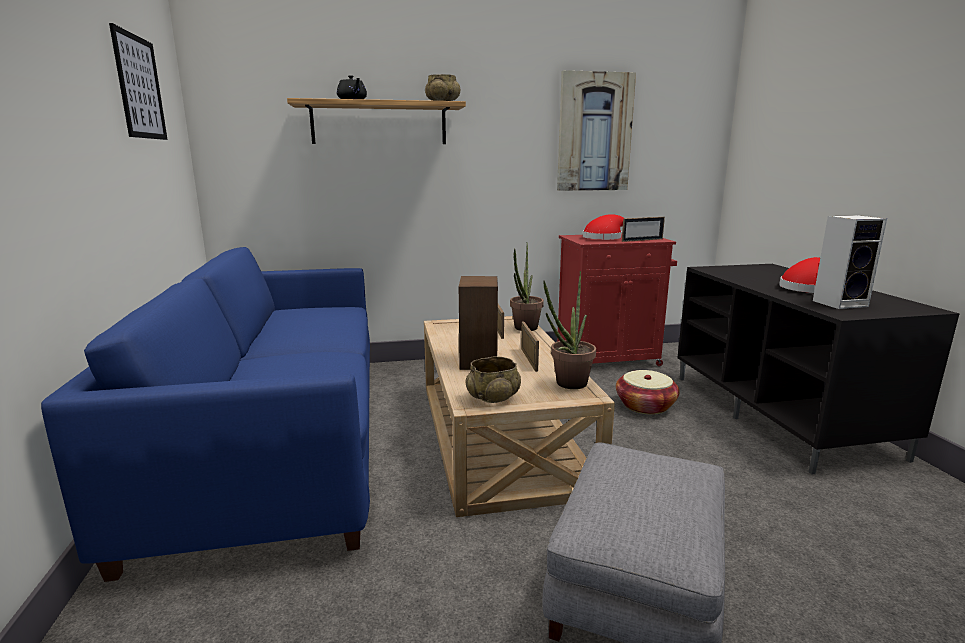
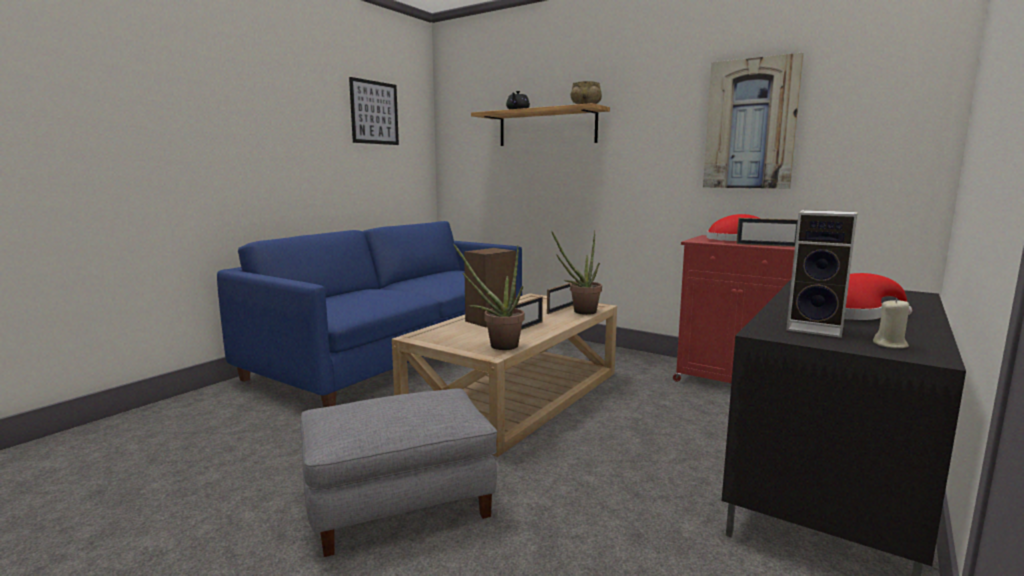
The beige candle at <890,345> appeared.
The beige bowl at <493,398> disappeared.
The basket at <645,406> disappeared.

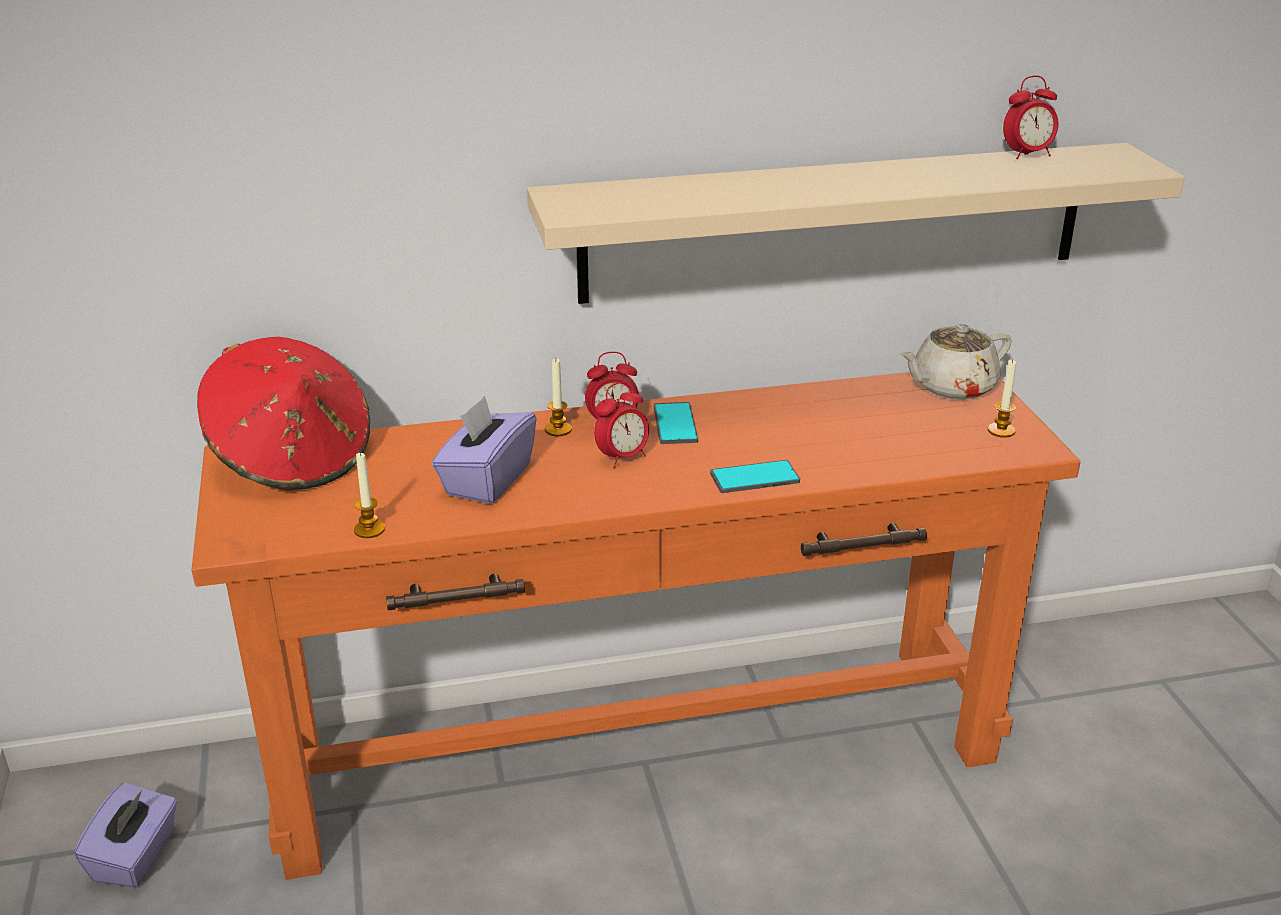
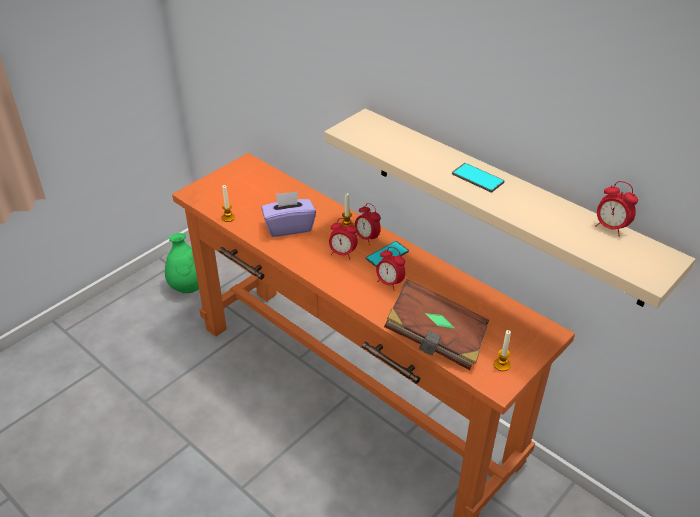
The purple tissue box at <135,857> was replaced by the green vase at <188,287>.
The alarm clock at <389,283> appeared.
The brown book at <435,339> appeared.
The phone moved from <754,478> to <477,178>.
The red hat at <292,458> disappeared.
The beige teapot at <952,387> disappeared.

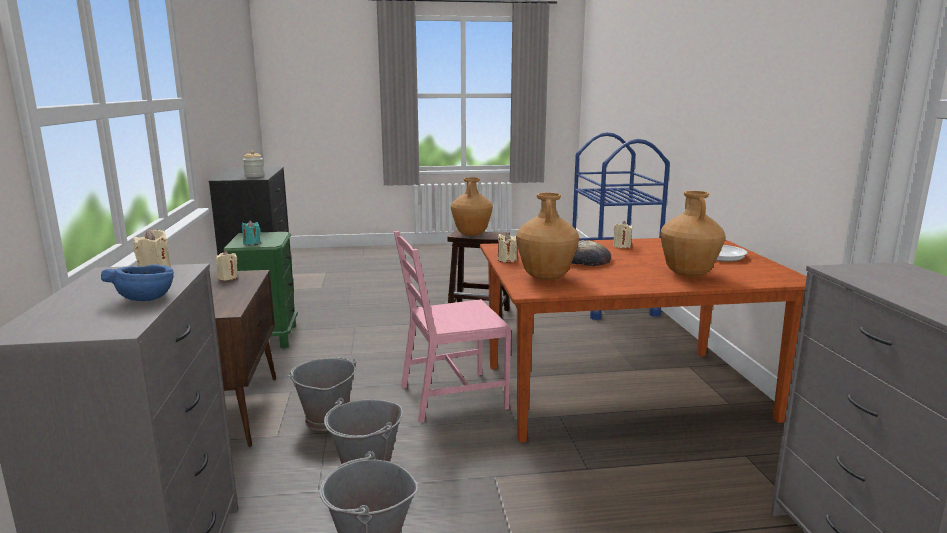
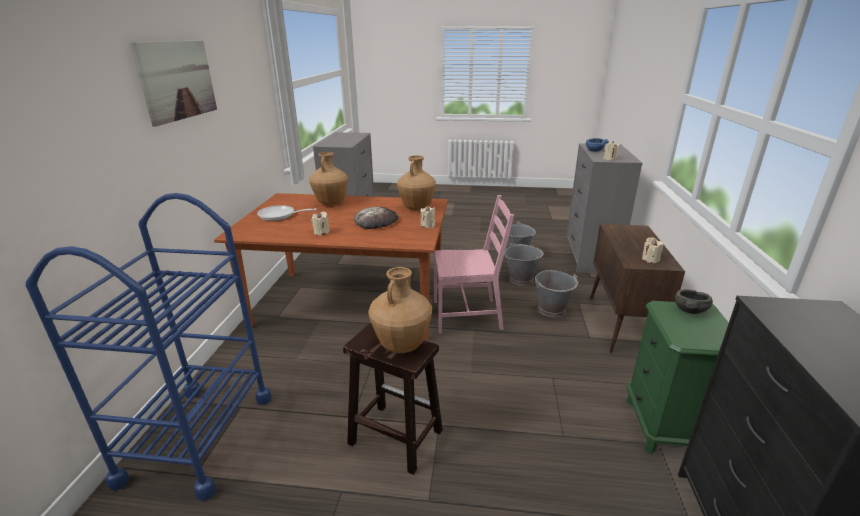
The picture at <177,80> appeared.
The turquoise candle at <252,243> was replaced by the grey bowl at <689,310>.
The jar at <254,176> disappeared.

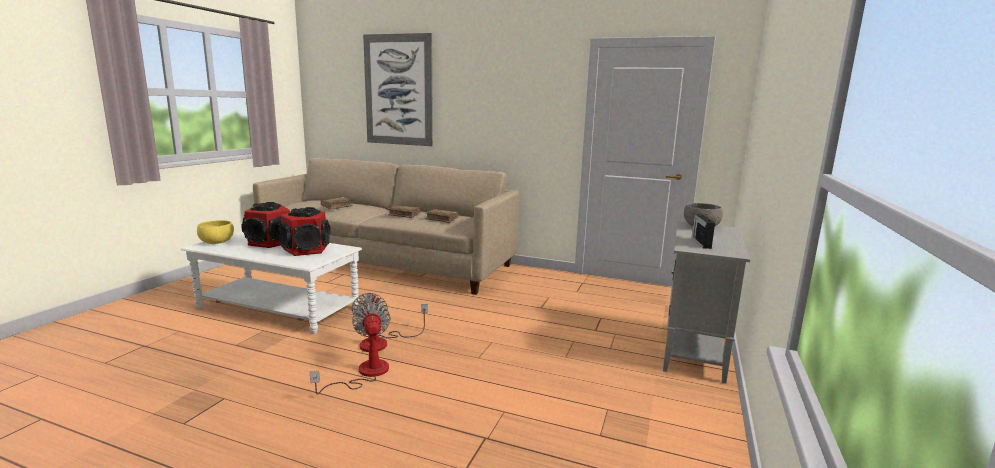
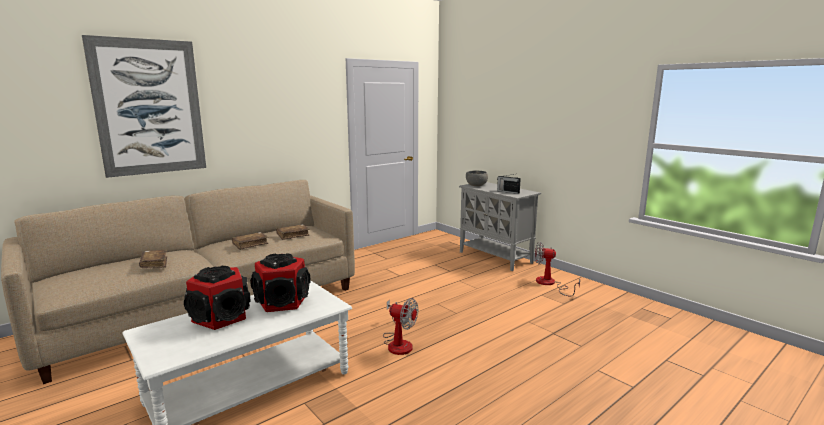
The fan moved from <364,374> to <550,284>.
The yellow bowl at <216,242> disappeared.

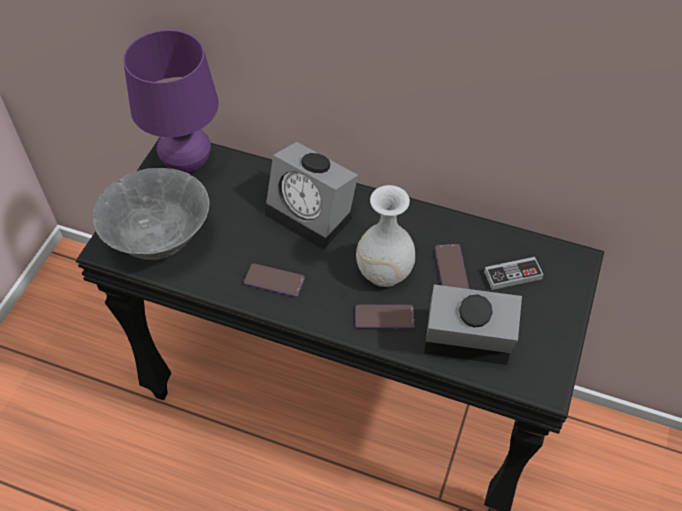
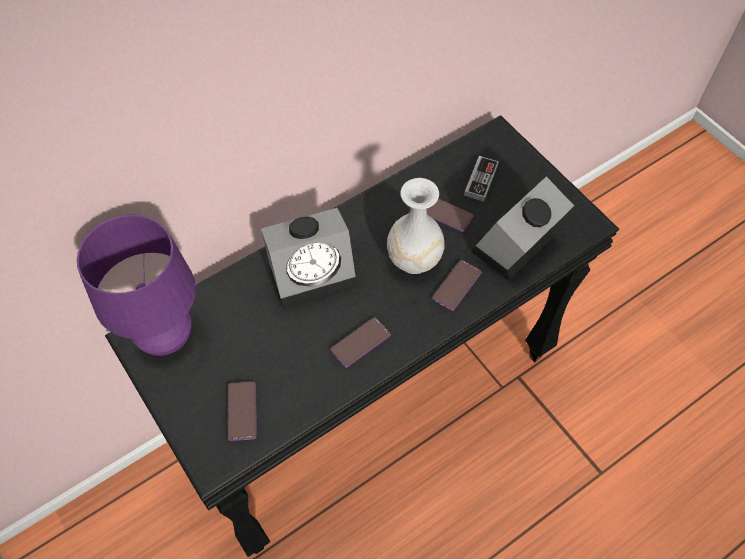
The grey bowl at <159,241> was replaced by the phone at <242,411>.

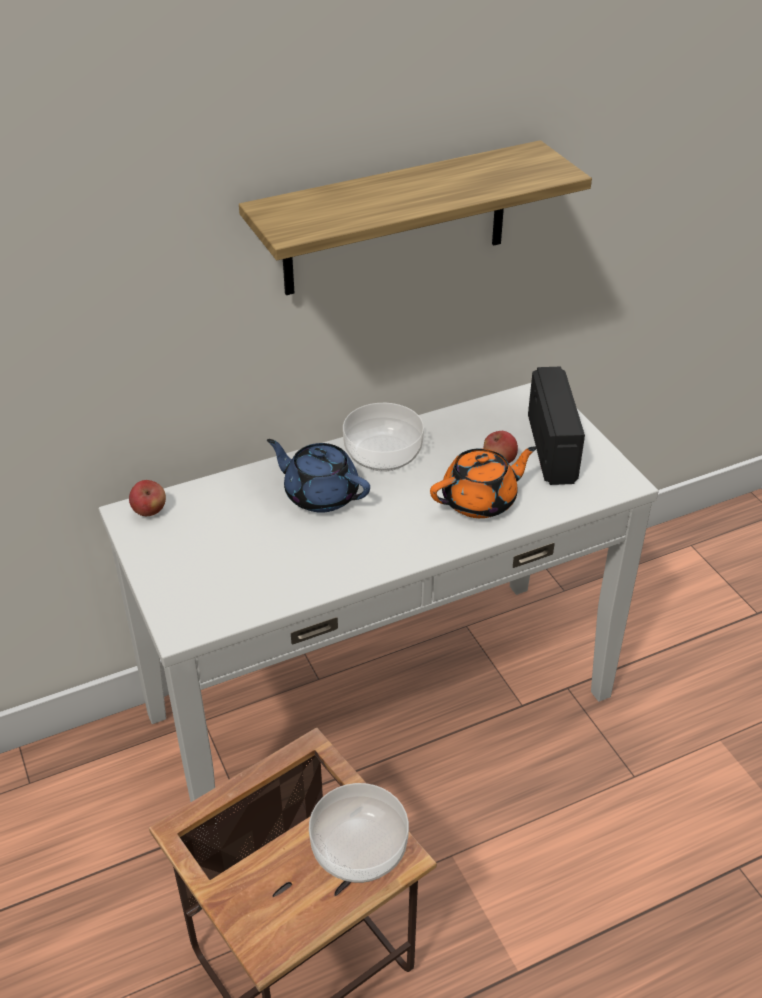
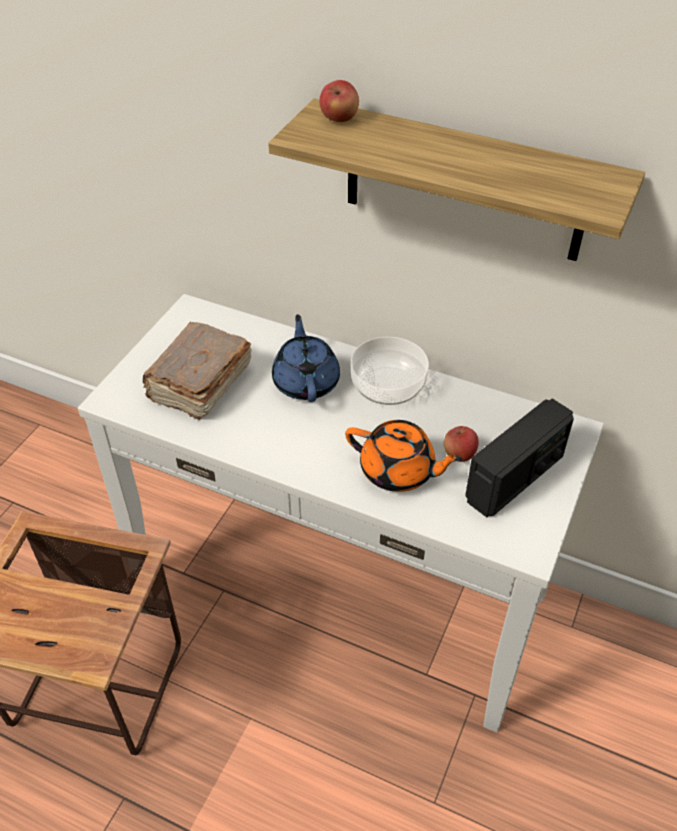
The brown book at <199,384> appeared.
The apple moved from <149,511> to <339,119>.
The bowl at <358,848> disappeared.

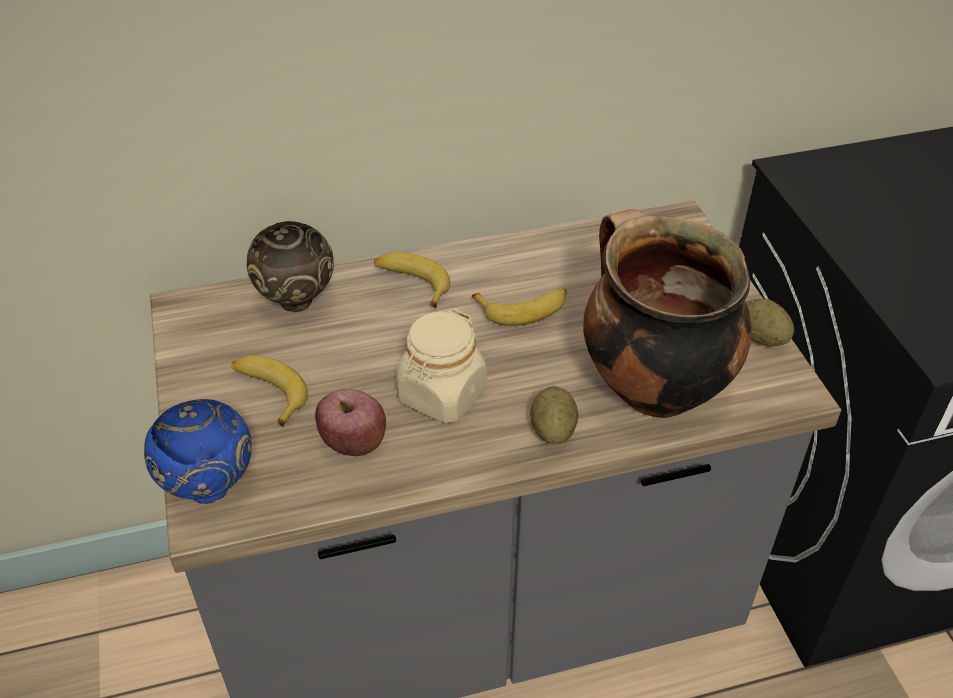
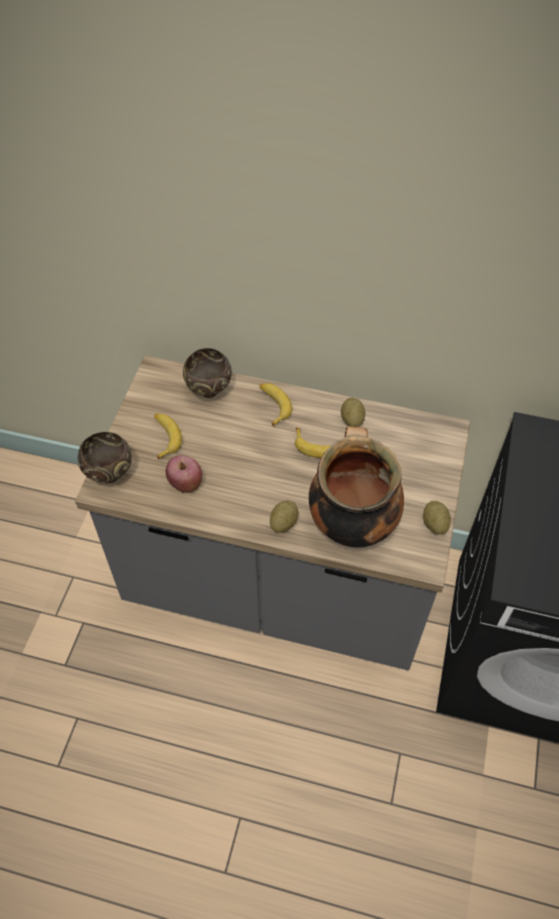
The blue bowl at <211,486> became the brown bowl at <111,475>.
The potato at <352,420> appeared.
The beige jar at <442,394> disappeared.

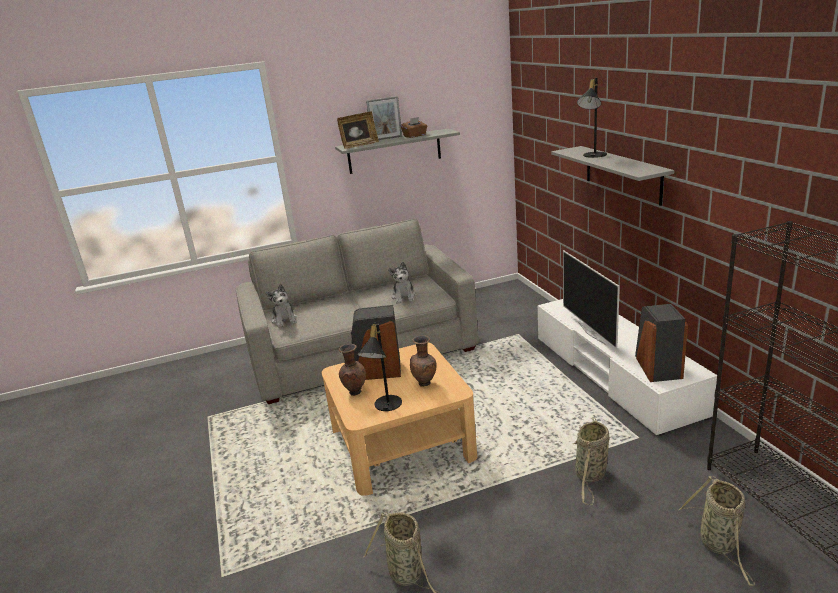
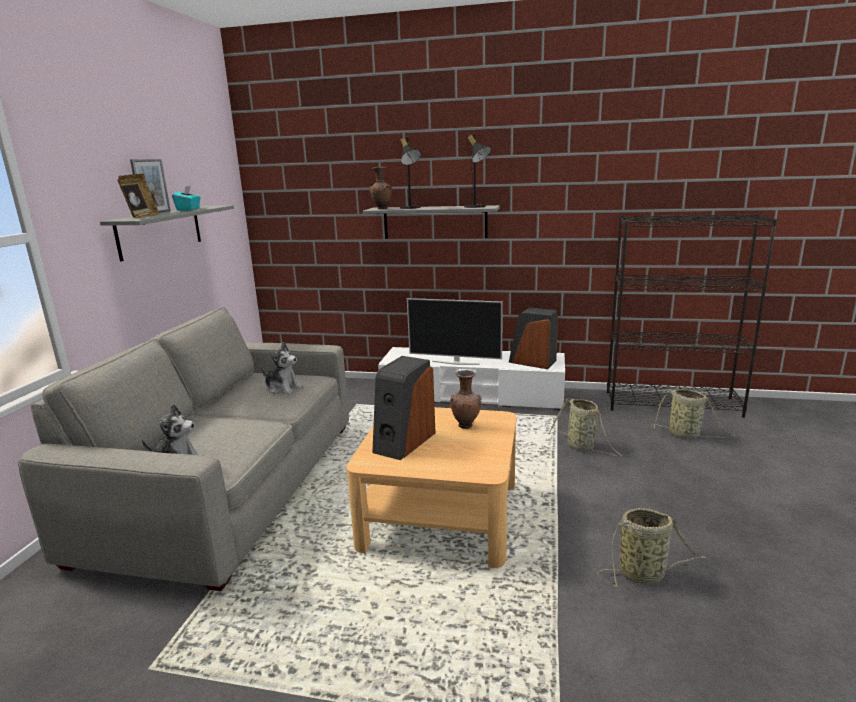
The brown tissue box at <415,136> became the turquoise tissue box at <189,209>.
The brown vase moved from <354,392> to <381,209>.
The black table lamp moved from <385,406> to <477,207>.

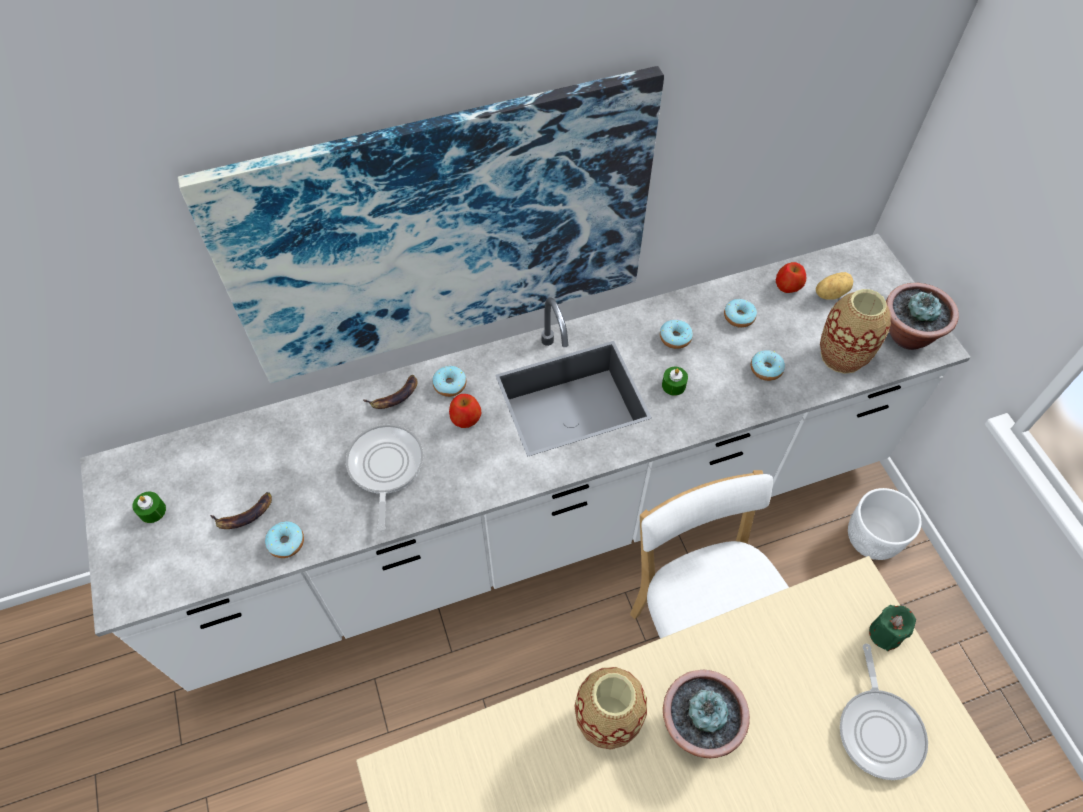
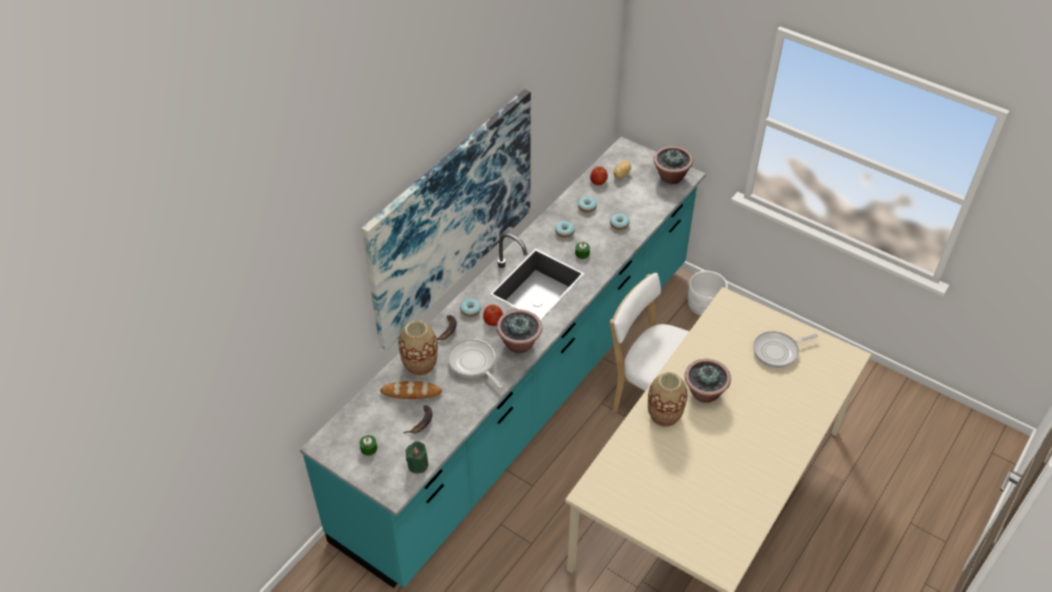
The white counter at <541,519> became the turquoise counter at <526,394>.
The bread at <411,392> appeared.
The vase moved from <842,356> to <420,365>.
The green candle moved from <885,634> to <418,465>.
The potted plant at <519,344> appeared.
The frying pan at <879,729> turned 105 degrees clockwise.
The donut at <286,543> disappeared.

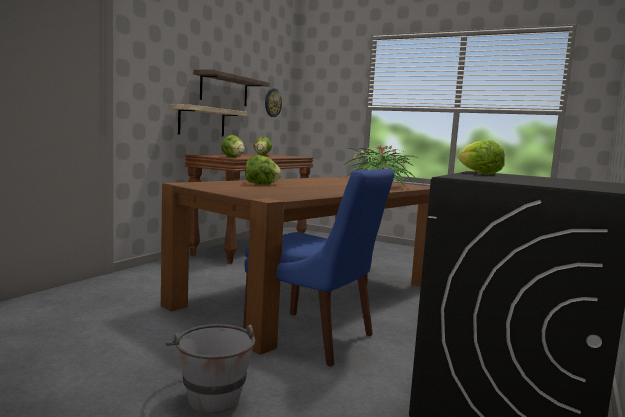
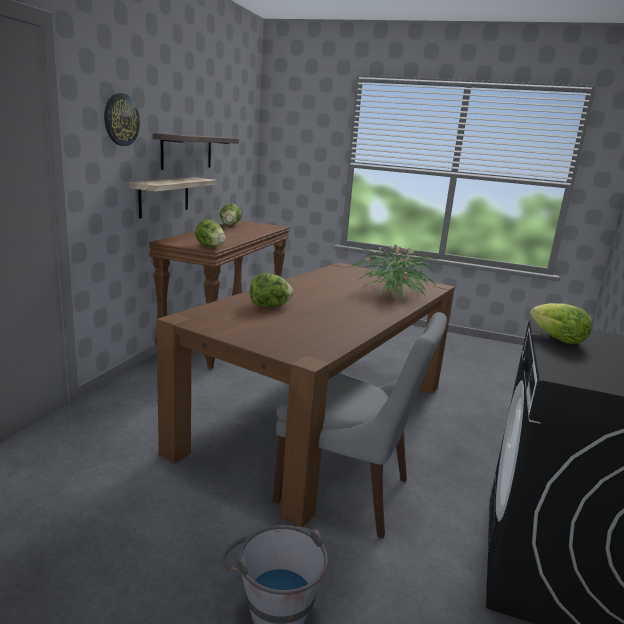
The wall clock moved from <272,102> to <121,119>.
The blue chair at <313,338> became the grey chair at <348,492>.

